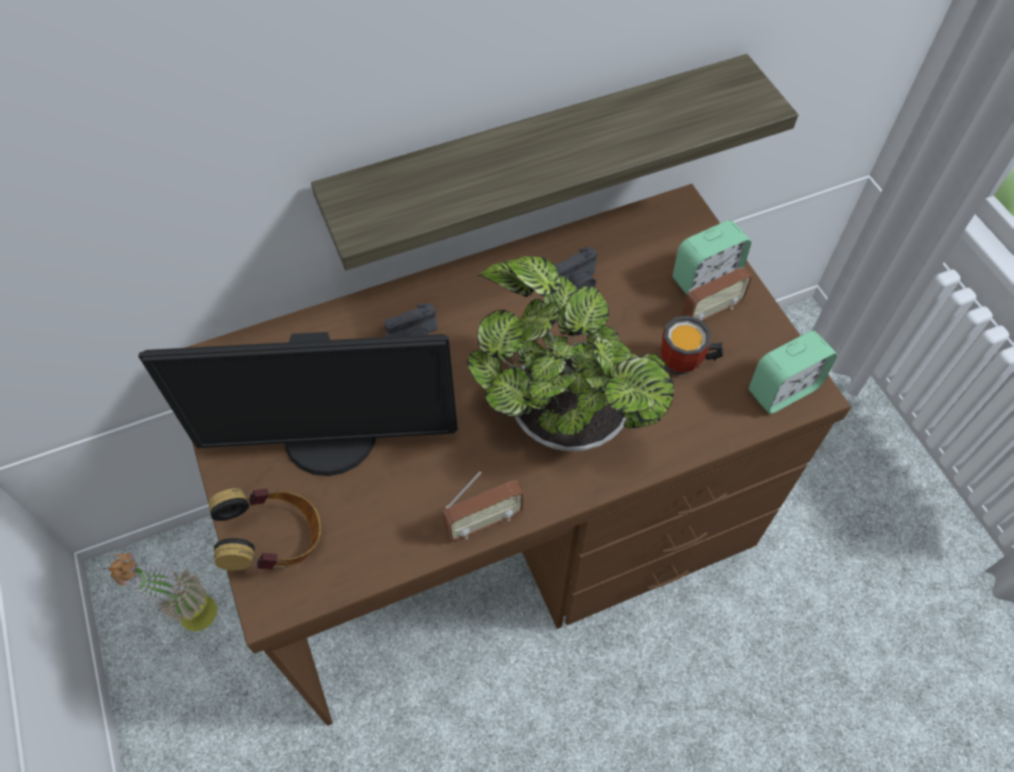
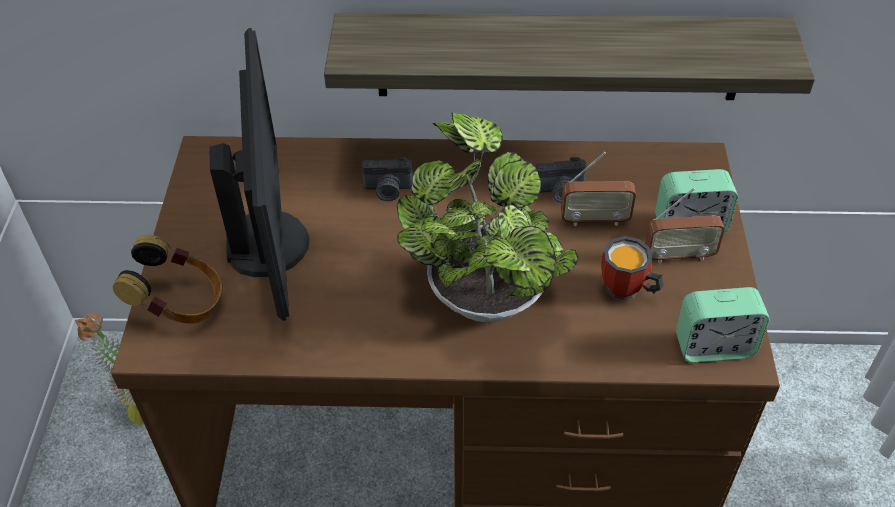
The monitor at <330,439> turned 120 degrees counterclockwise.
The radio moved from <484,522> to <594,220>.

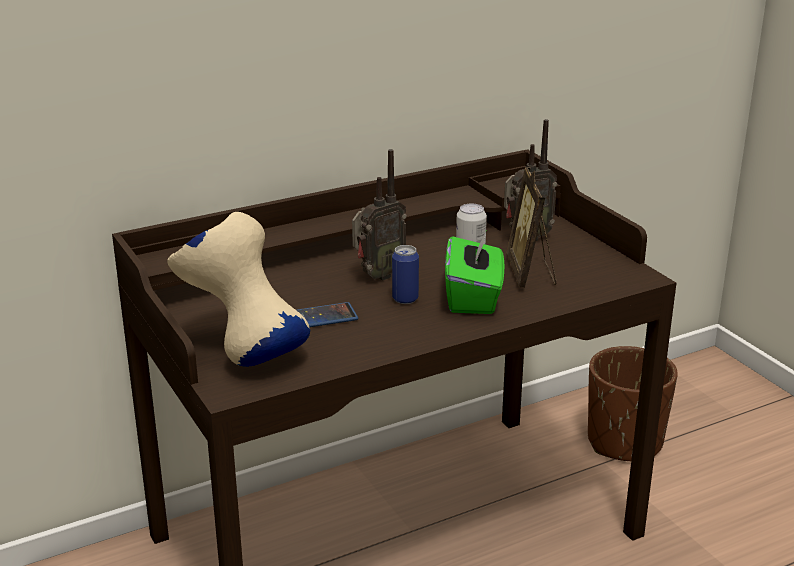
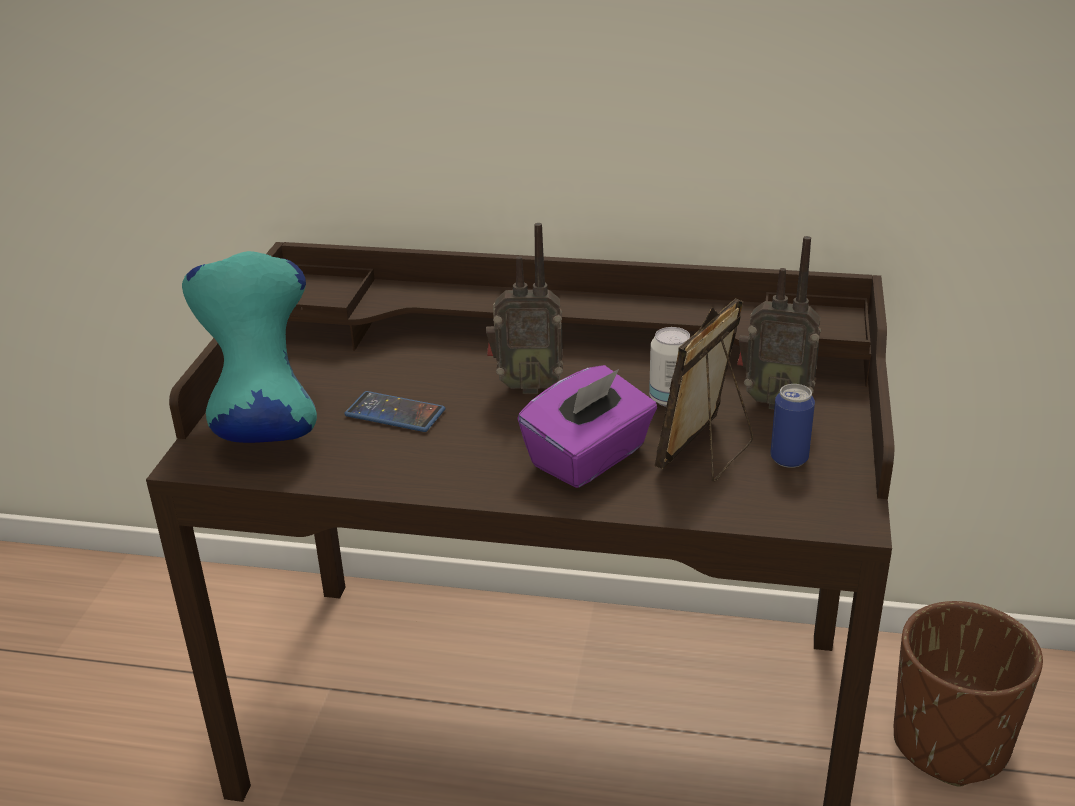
The beige vase at <243,355> became the turquoise vase at <264,426>.
The green tissue box at <473,298> became the purple tissue box at <589,457>.
The can moved from <405,299> to <789,458>.

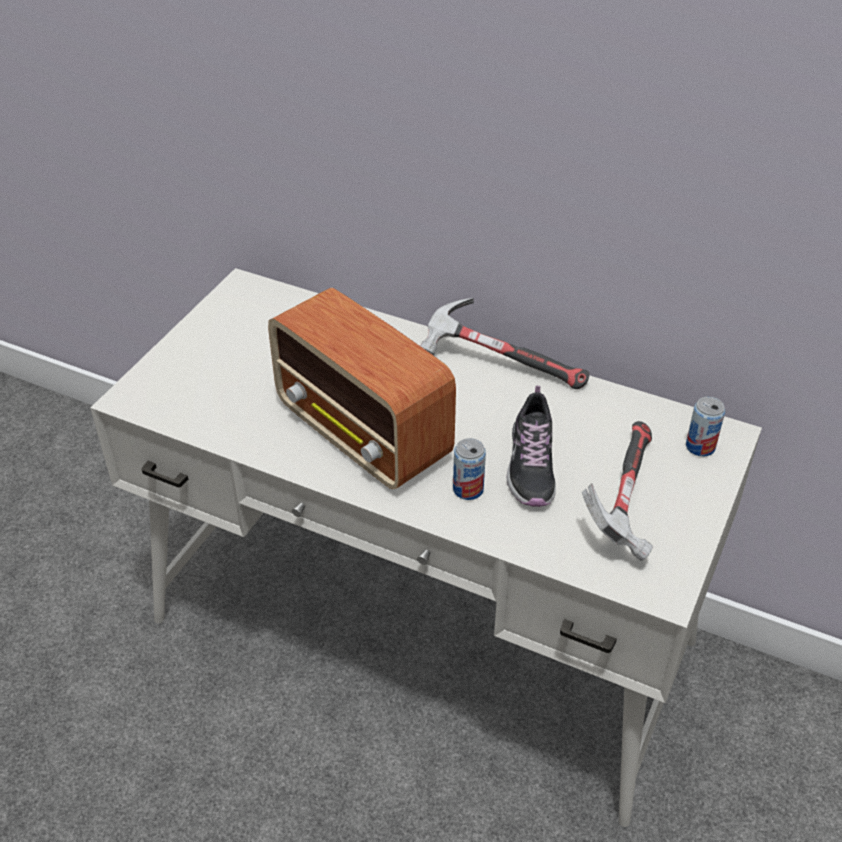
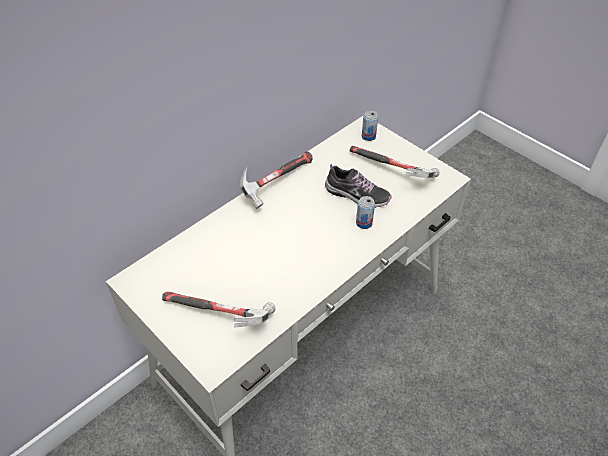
The hammer at <219,315> appeared.
The radio at <364,434> disappeared.

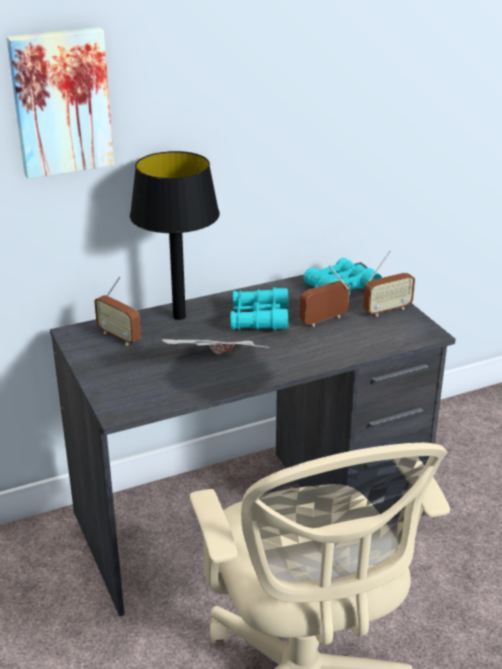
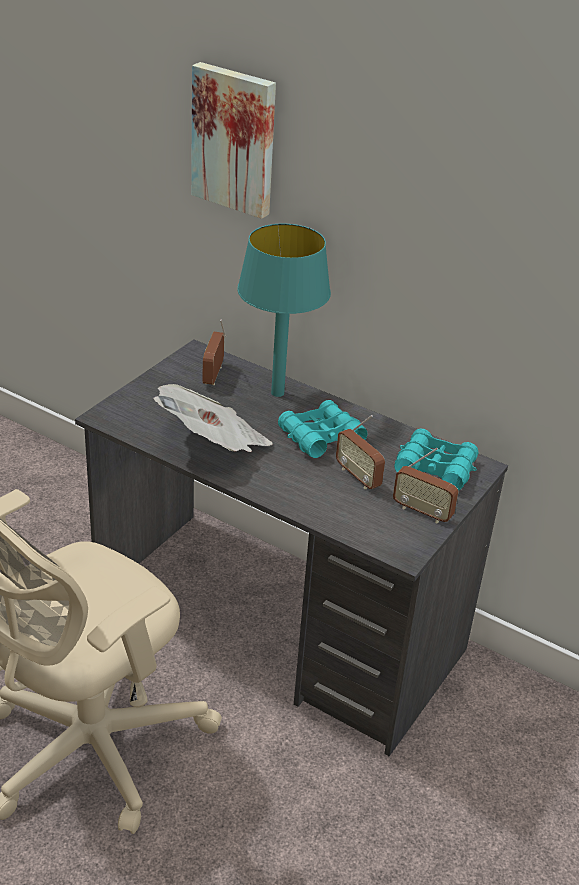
The black table lamp at <179,317> became the turquoise table lamp at <277,393>.
The radio at <324,320> turned 150 degrees counterclockwise.

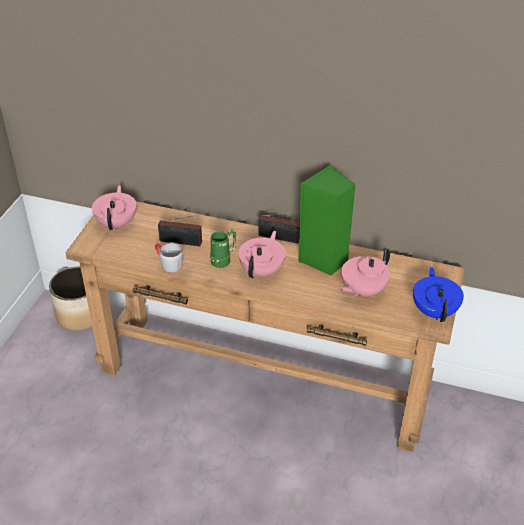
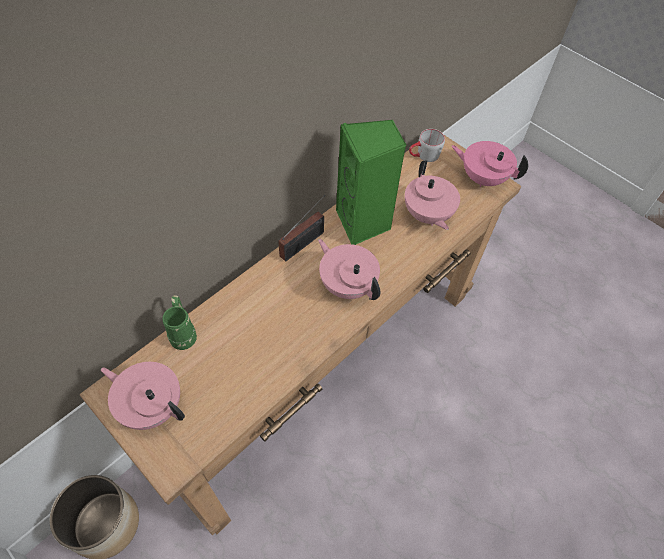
The green mug moved from <224,260> to <183,333>.
The grey mug moved from <168,264> to <423,156>.
The blue teapot at <435,311> became the pink teapot at <482,178>.
The radio at <183,242> disappeared.

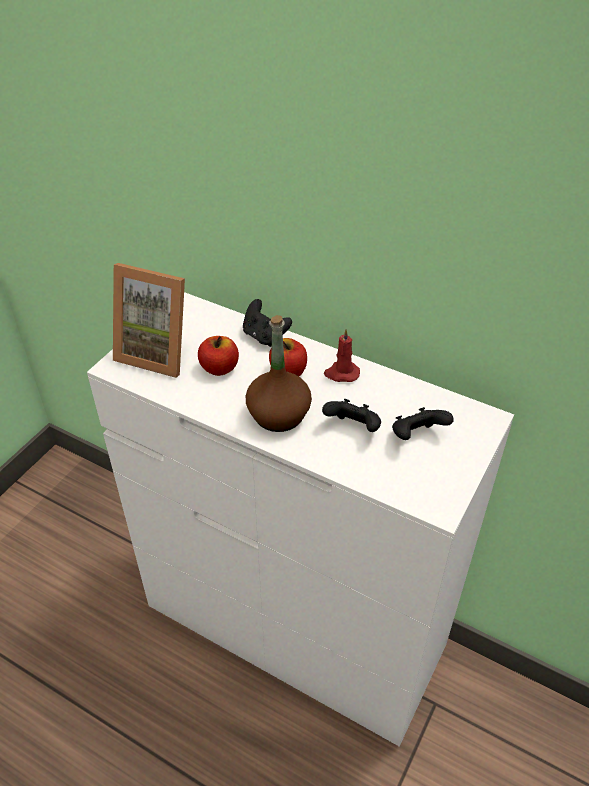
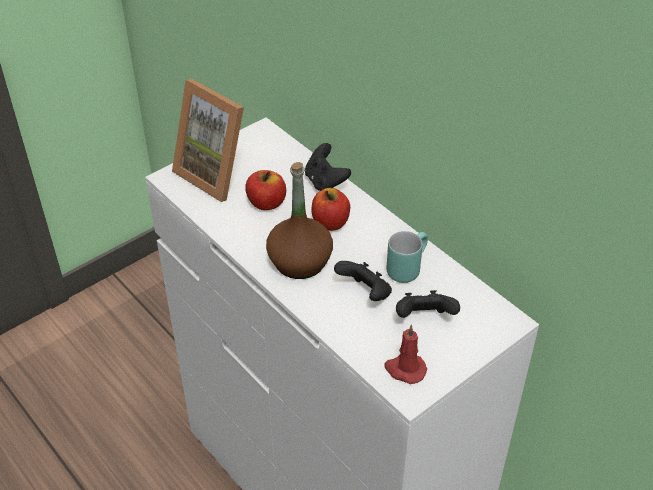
The red candle moved from <341,373> to <404,369>.
The turquoise mug at <406,267> appeared.

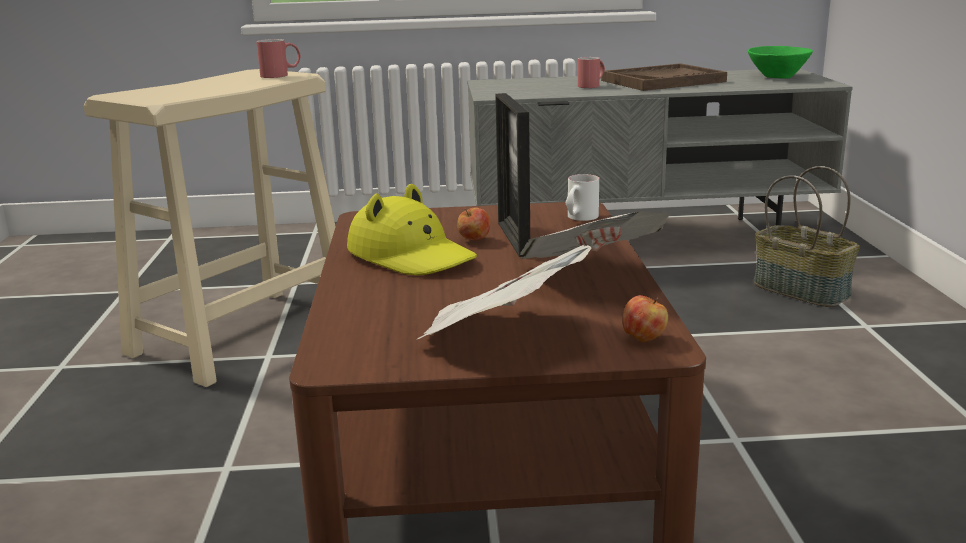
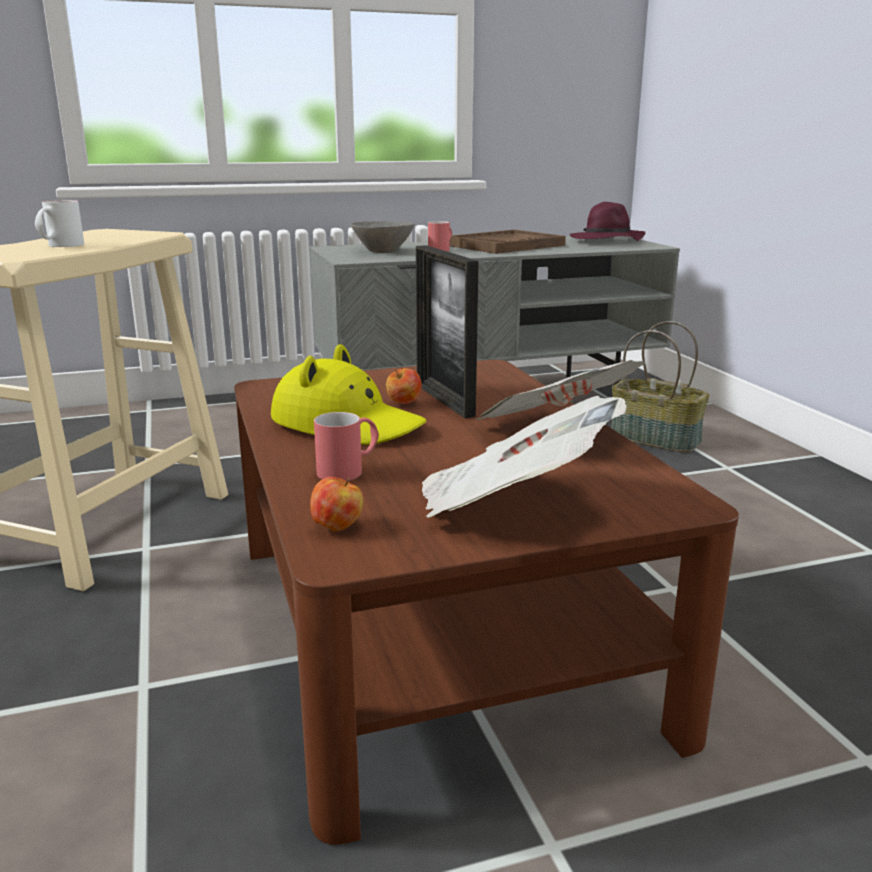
The white mug moved from <579,218> to <60,246>.
The apple moved from <644,339> to <337,527>.
The red mug moved from <281,75> to <349,470>.
The grey bowl at <382,251> appeared.
The green bowl at <777,77> was replaced by the purple hat at <606,241>.

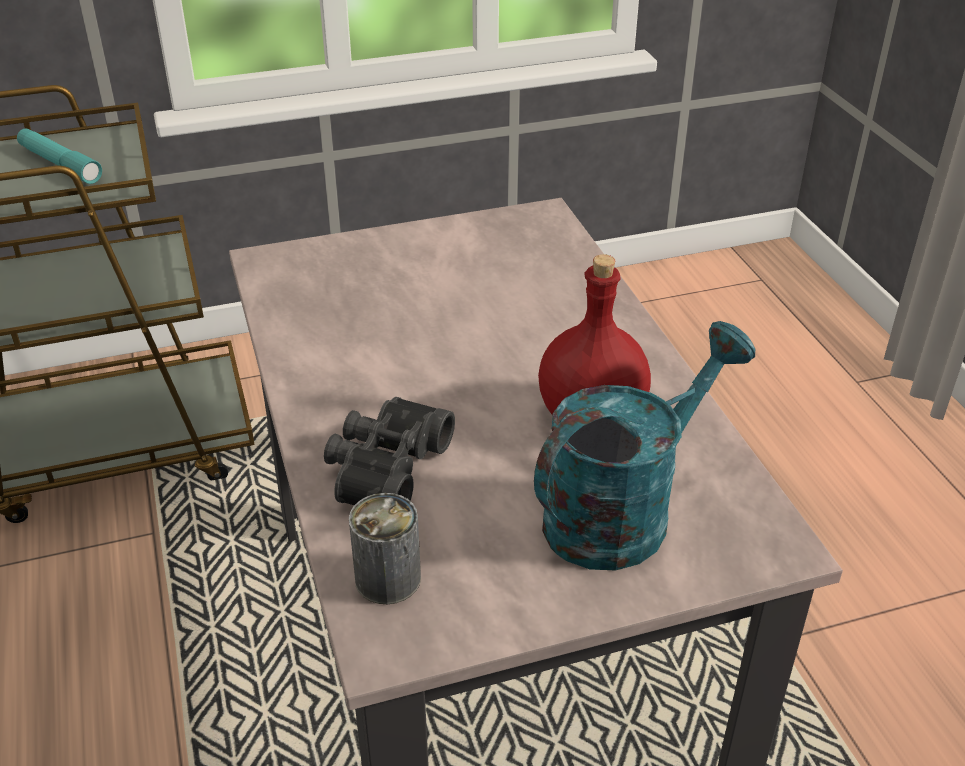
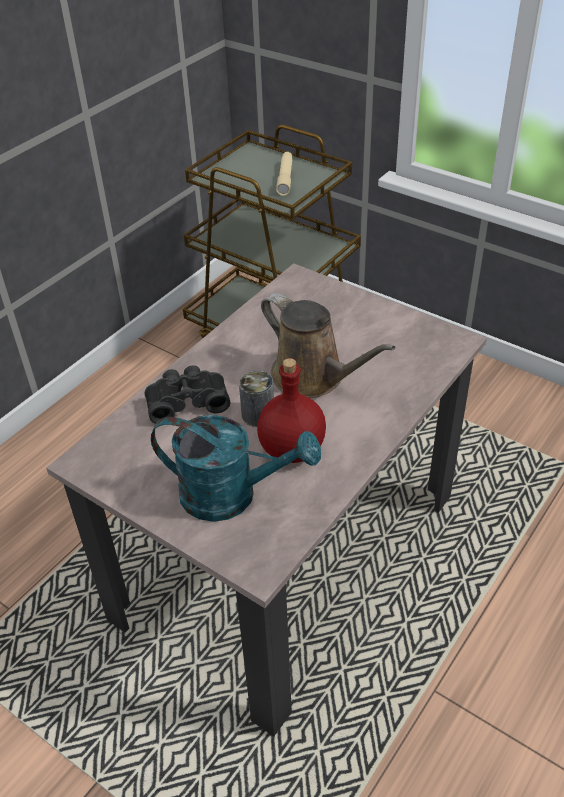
The can moved from <388,578> to <258,415>.
The brown watering can at <313,377> appeared.
The turquoise flashlight at <60,164> became the beige flashlight at <285,178>.

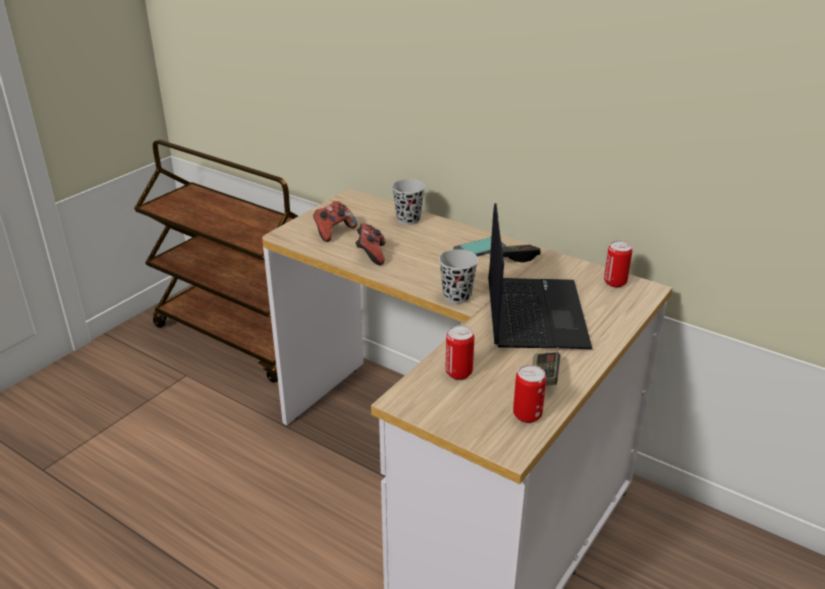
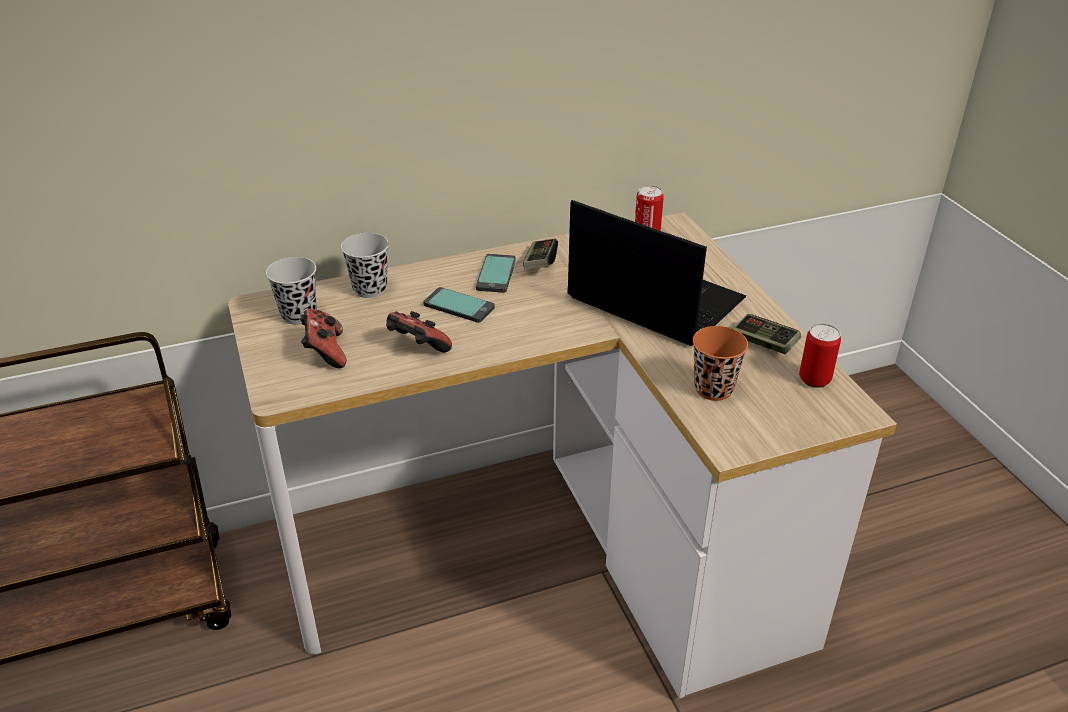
The black cup moved from <457,296> to <299,315>.
The phone at <459,306> appeared.
The can at <459,373> was replaced by the orange cup at <713,389>.

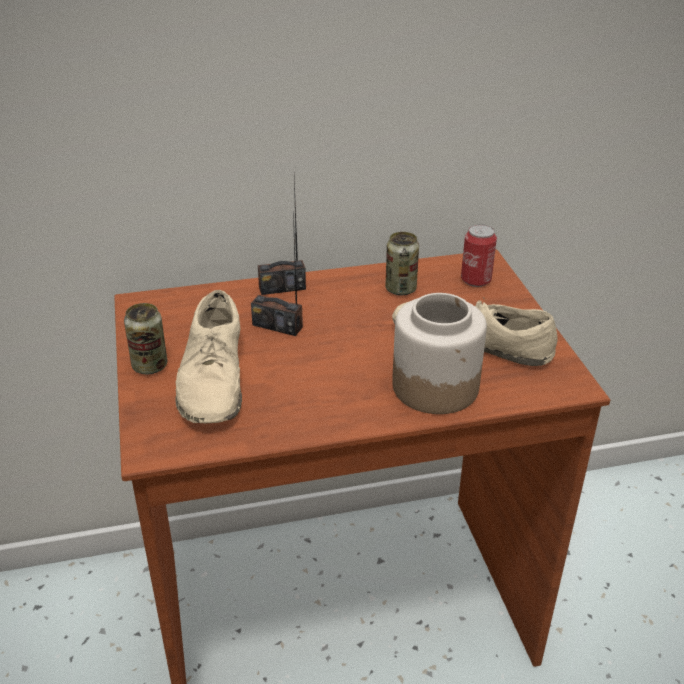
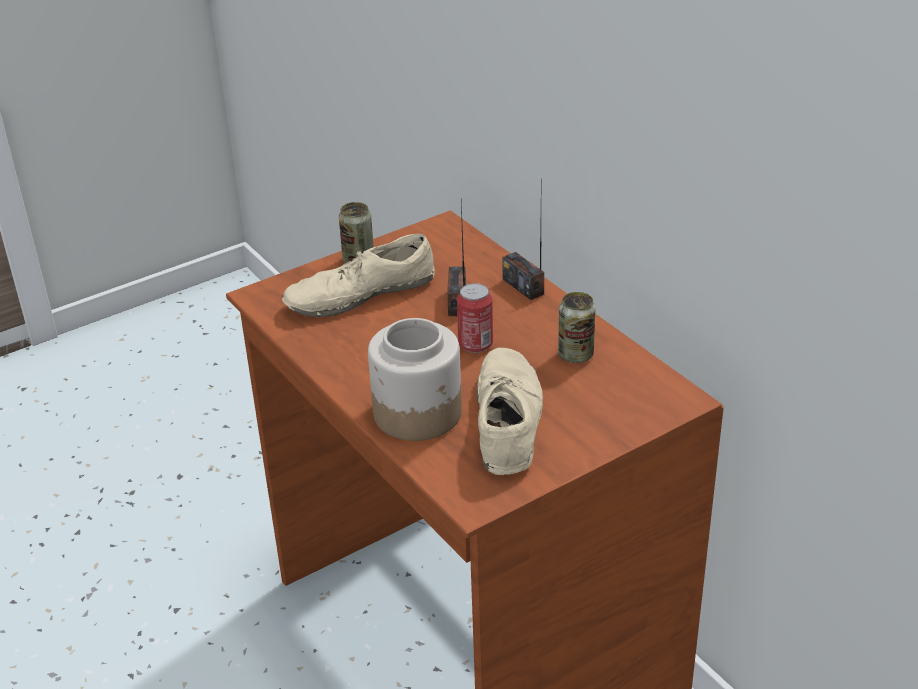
The can moved from <476,280> to <475,344>.

